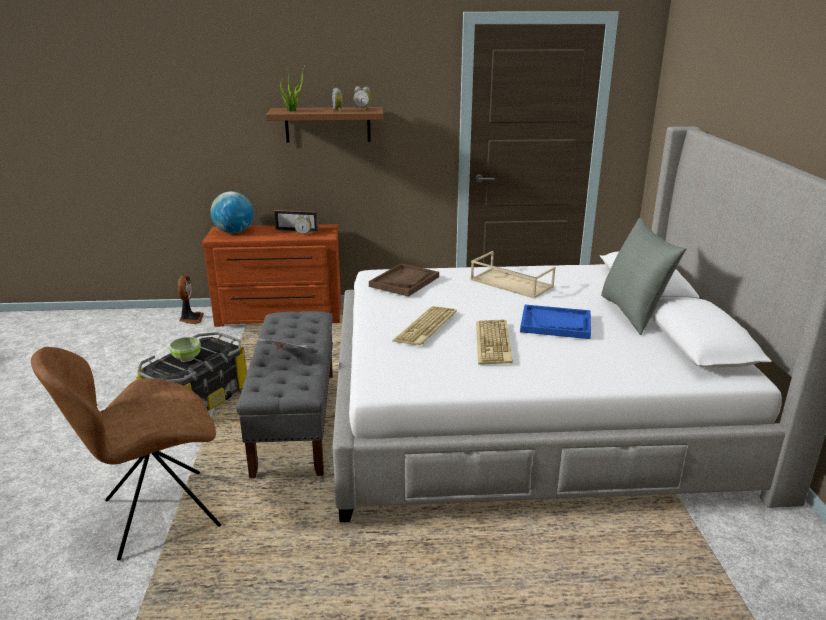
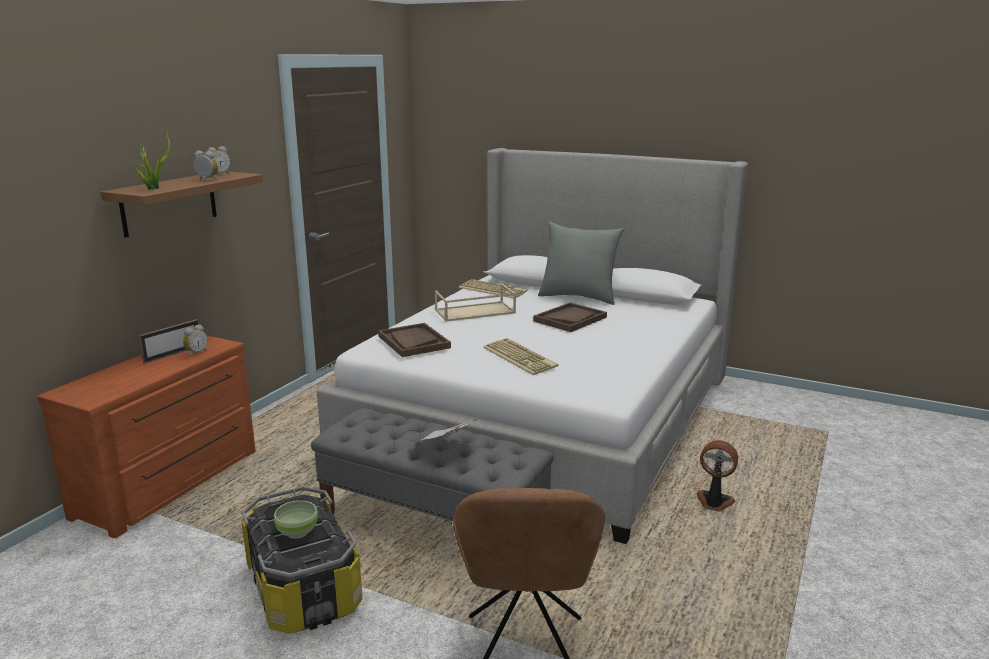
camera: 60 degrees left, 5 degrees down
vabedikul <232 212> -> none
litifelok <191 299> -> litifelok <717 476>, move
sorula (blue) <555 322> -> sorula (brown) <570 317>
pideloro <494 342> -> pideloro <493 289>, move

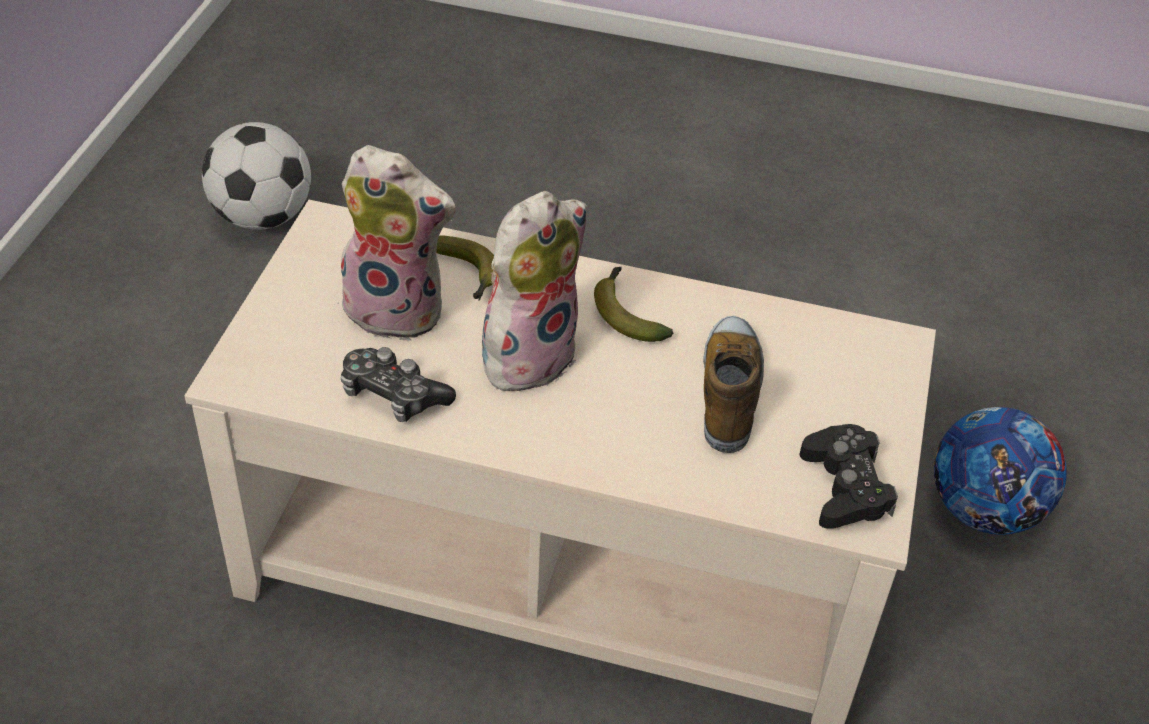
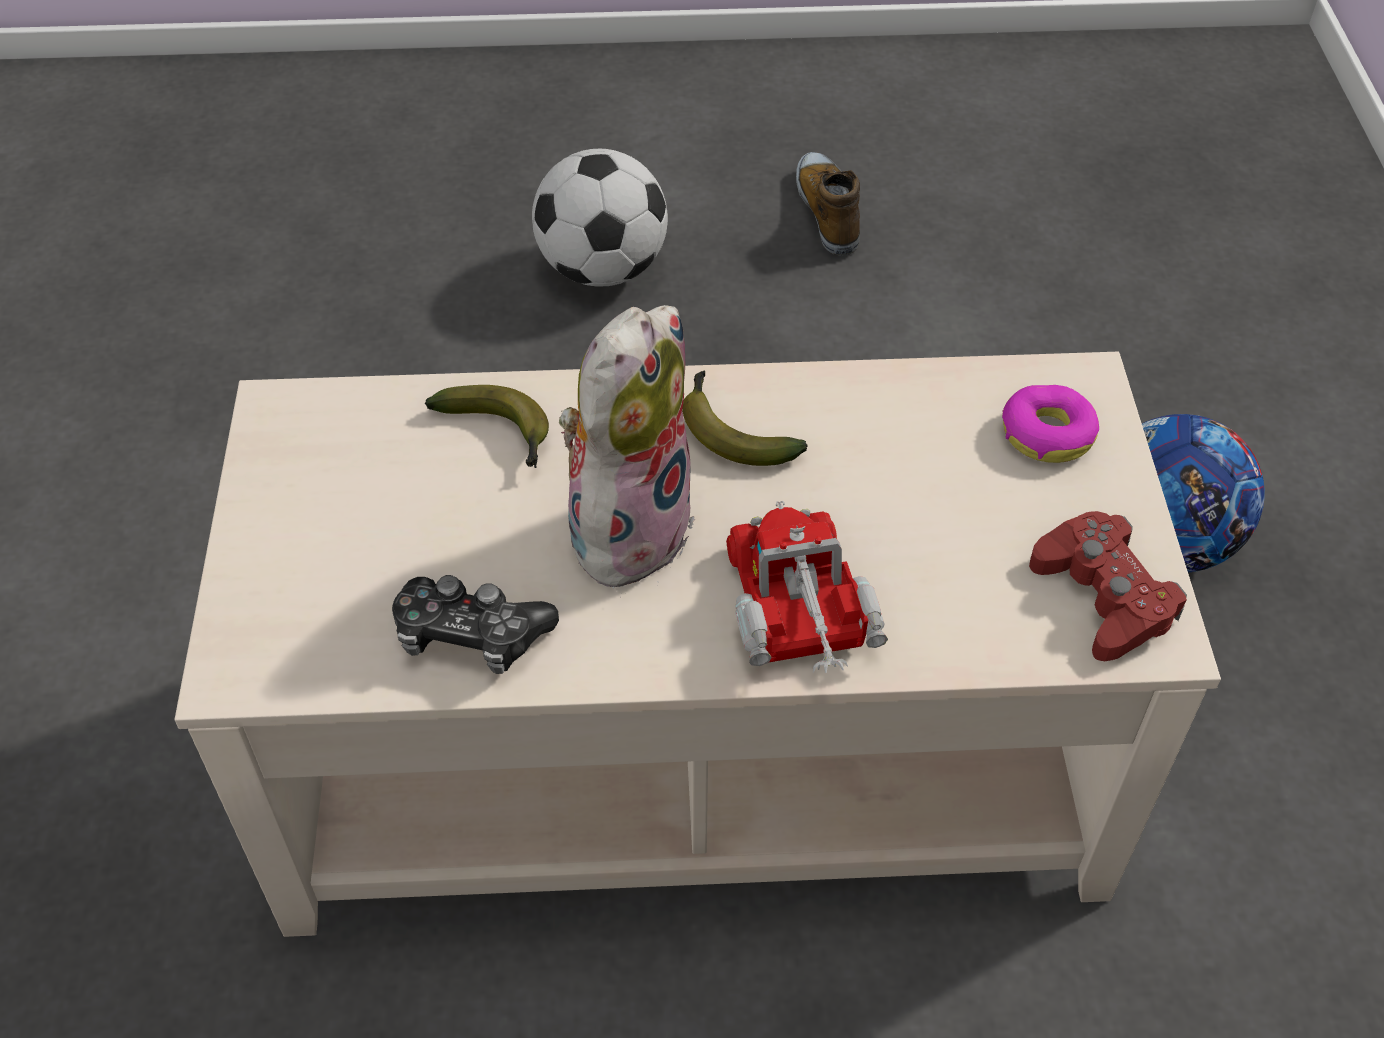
camera: 15 degrees left, 5 degrees up
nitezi <256 176> -> nitezi <600 218>, move
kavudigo <396 243> -> none
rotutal <733 384> -> rotutal <828 204>, move
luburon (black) <848 476> -> luburon (red) <1108 586>
none -> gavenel <1050 424>
none -> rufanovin <807 587>

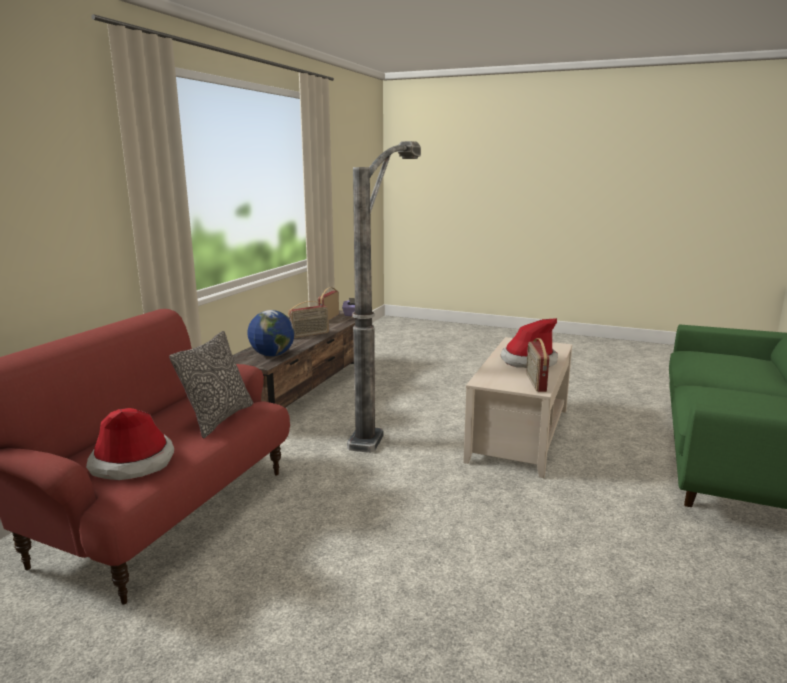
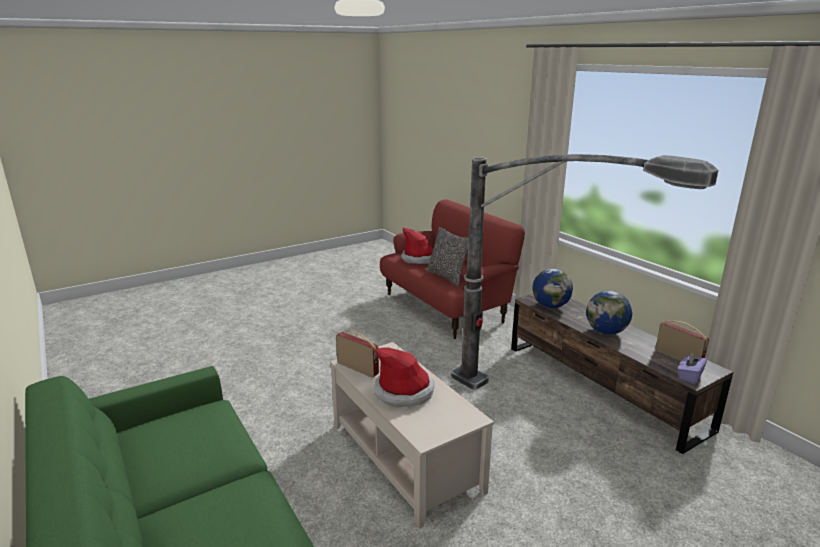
camera: 125 degrees right, 5 degrees up
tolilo <308 319> -> vabedikul <609 313>

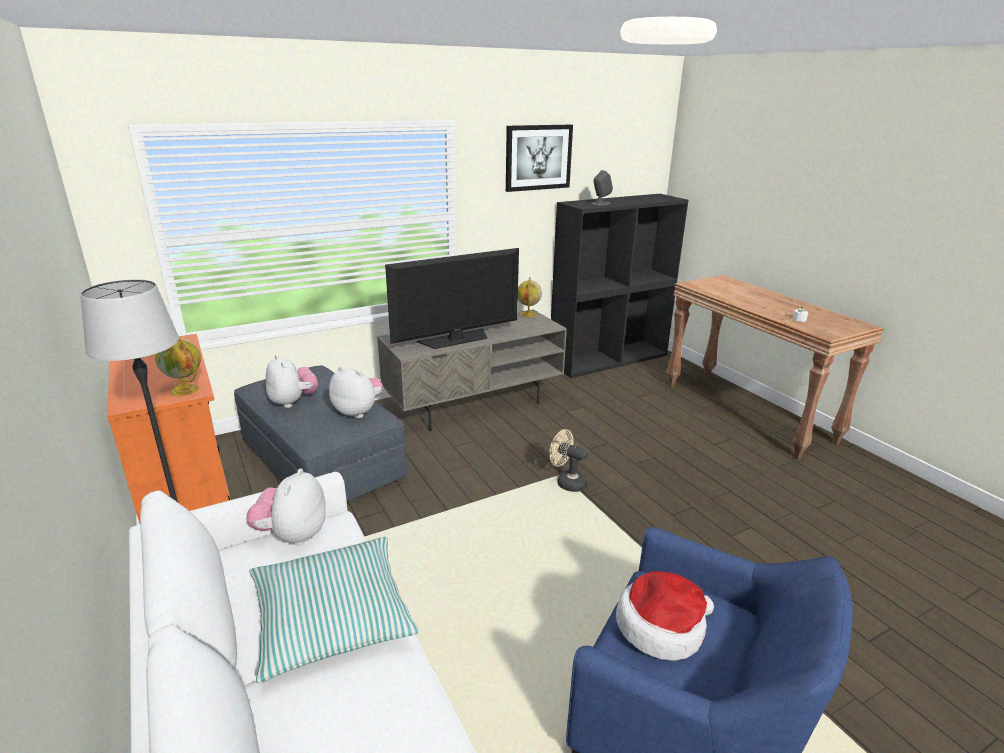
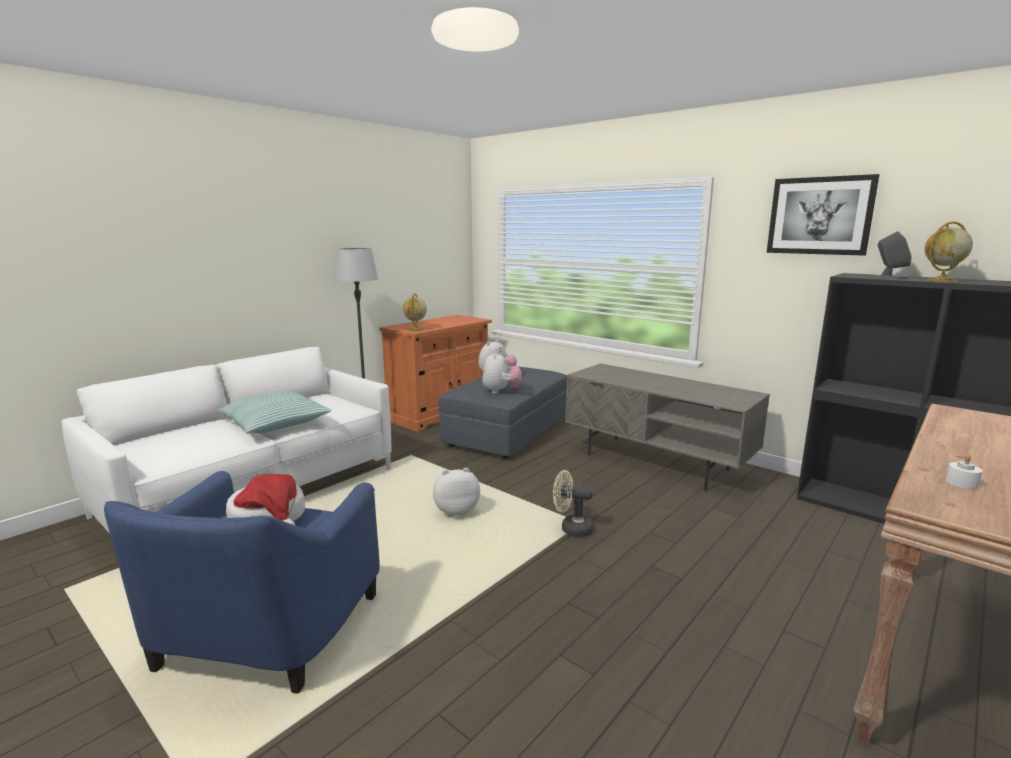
camera: 70 degrees right, 10 degrees down
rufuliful <452 298> -> none
vabedikul <530 297> -> vabedikul <949 251>, move
litifelok (beige) <568 460> -> litifelok (beige) <573 503>, 90 degrees counterclockwise
kavudigo <286 506> -> kavudigo <456 492>, move

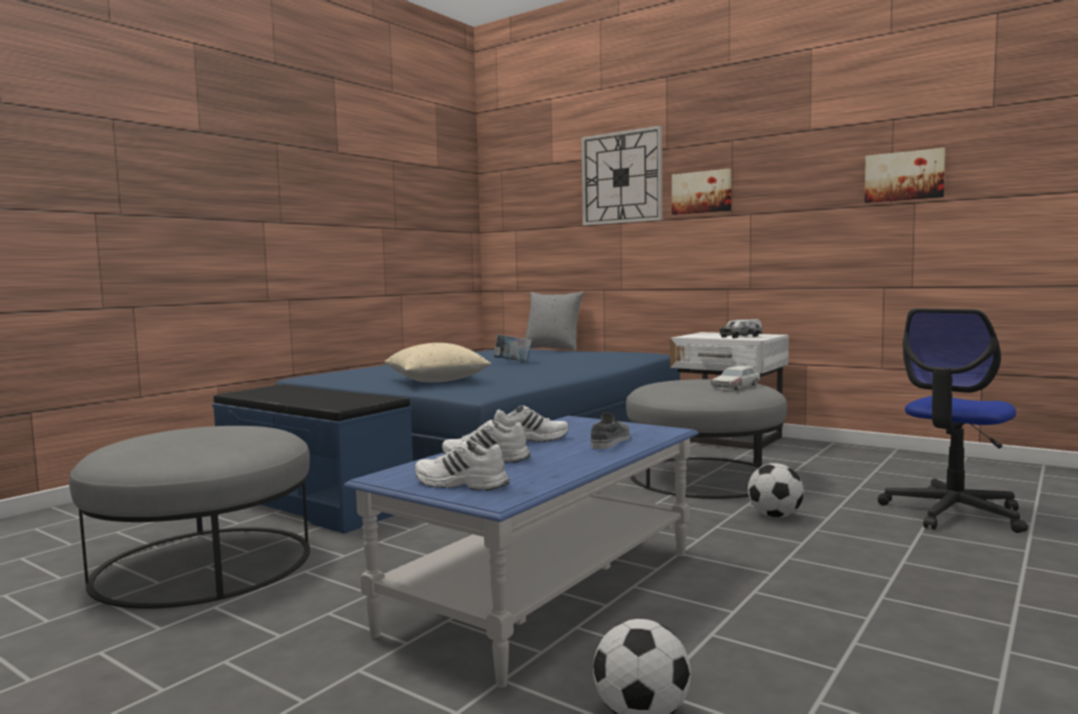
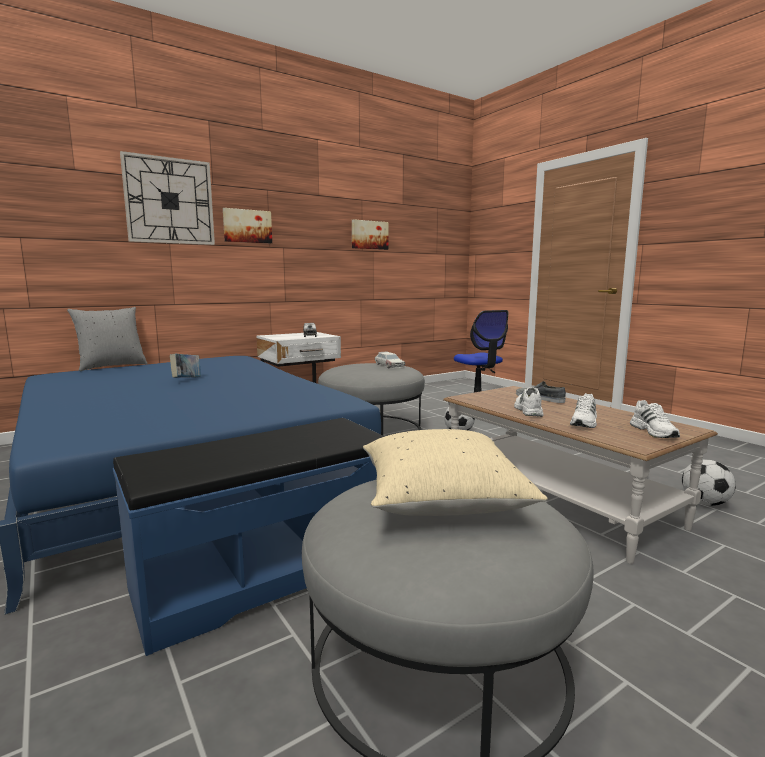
camera: 70 degrees left, 5 degrees up
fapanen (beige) <437 363> -> fapanen (beige) <455 472>, move
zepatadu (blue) <521 552> -> zepatadu (brown) <580 475>
rotutal (white) <462 465> -> rotutal (white) <655 419>, 45 degrees counterclockwise

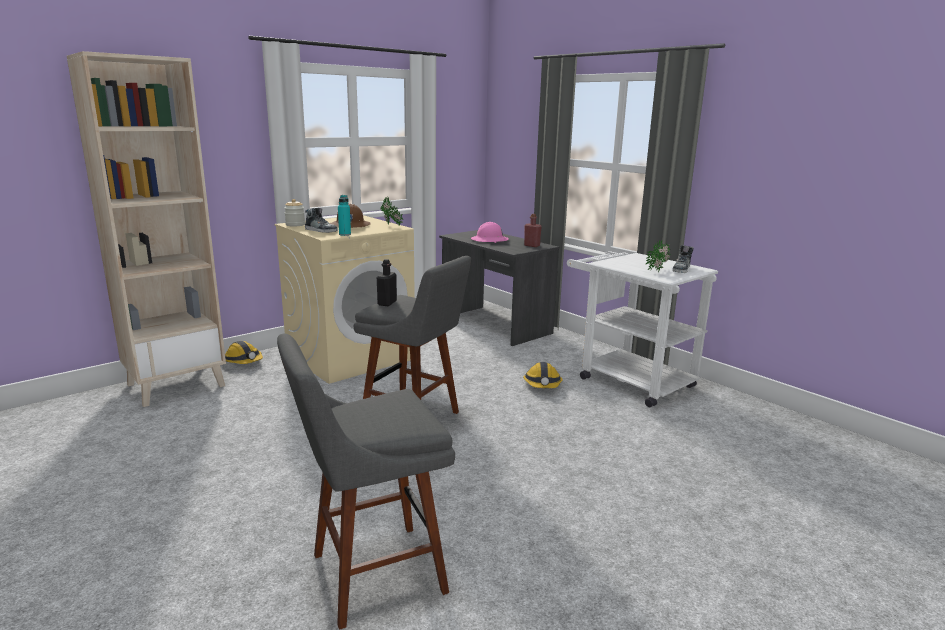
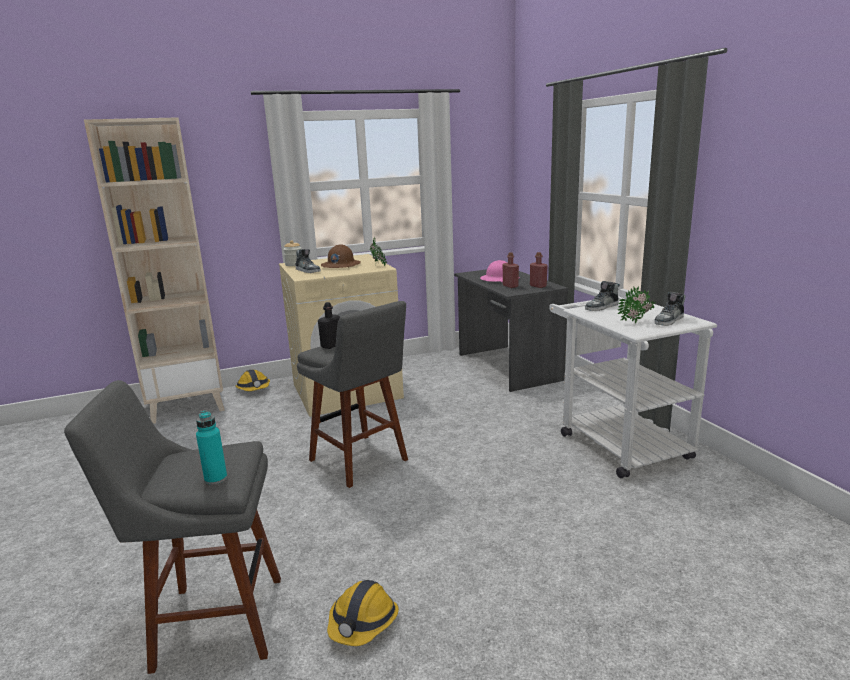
camera: 20 degrees right, 0 degrees up
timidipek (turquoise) <344 215> -> timidipek (turquoise) <211 447>, move
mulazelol <543 375> -> mulazelol <363 613>, move
none -> timidipek (red) <511 270>
none -> rotutal <602 296>

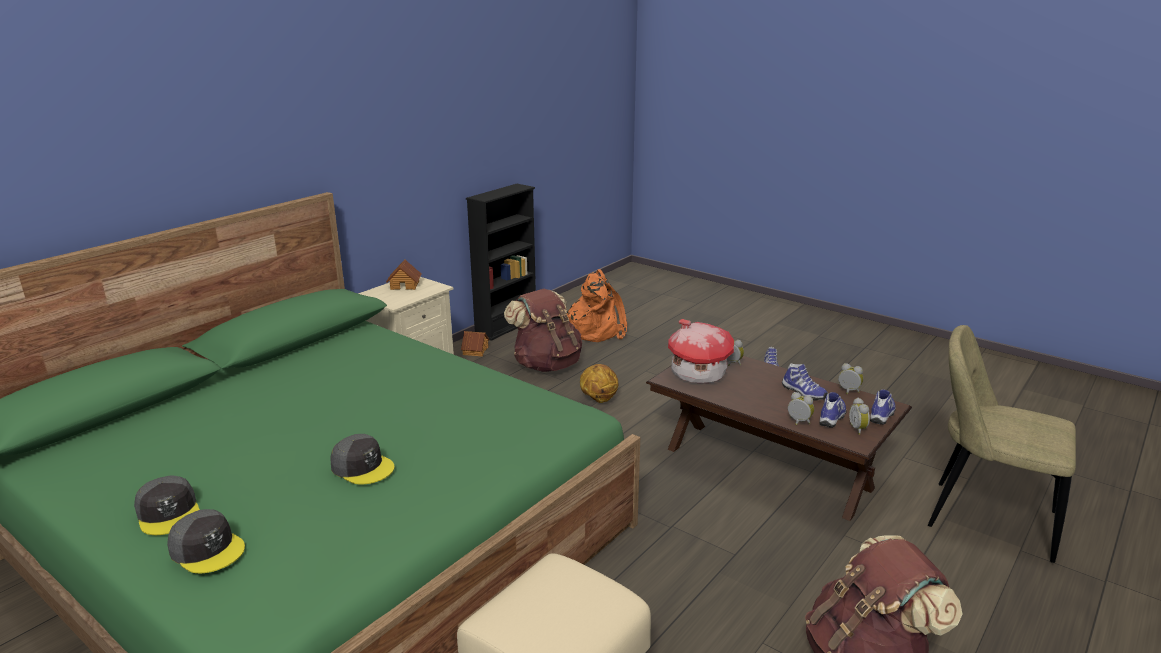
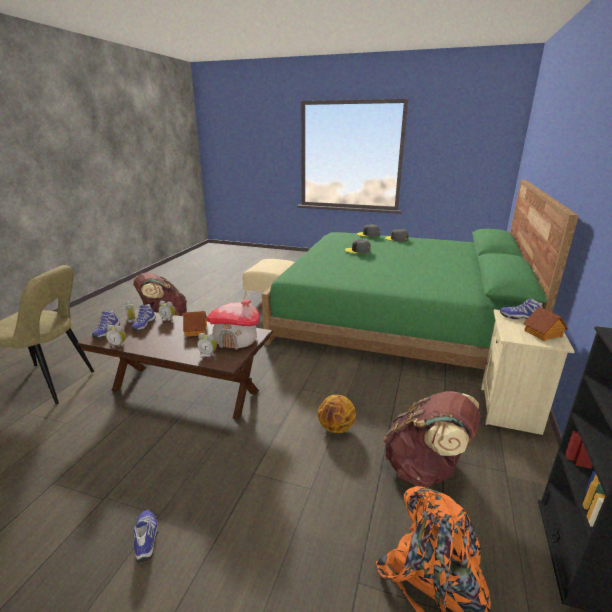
camera: 160 degrees right, 0 degrees up
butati <475 344> -> butati <195 324>, move
rotutal <805 382> -> rotutal <521 308>, move

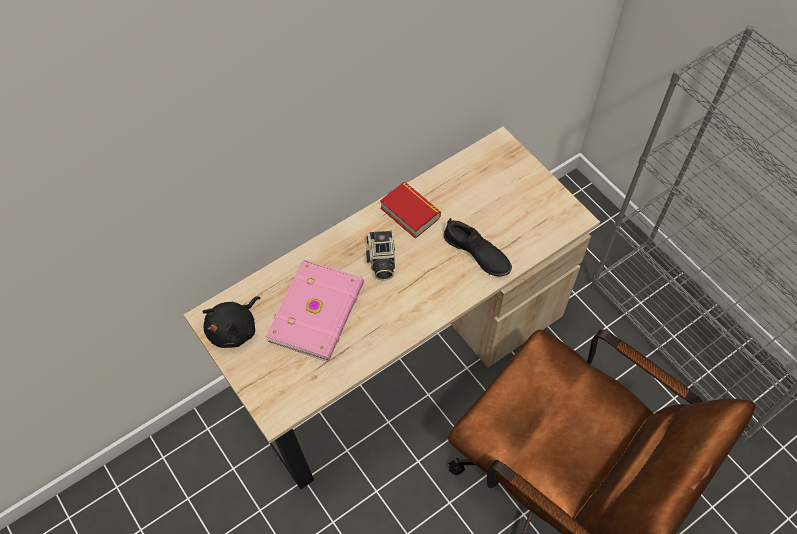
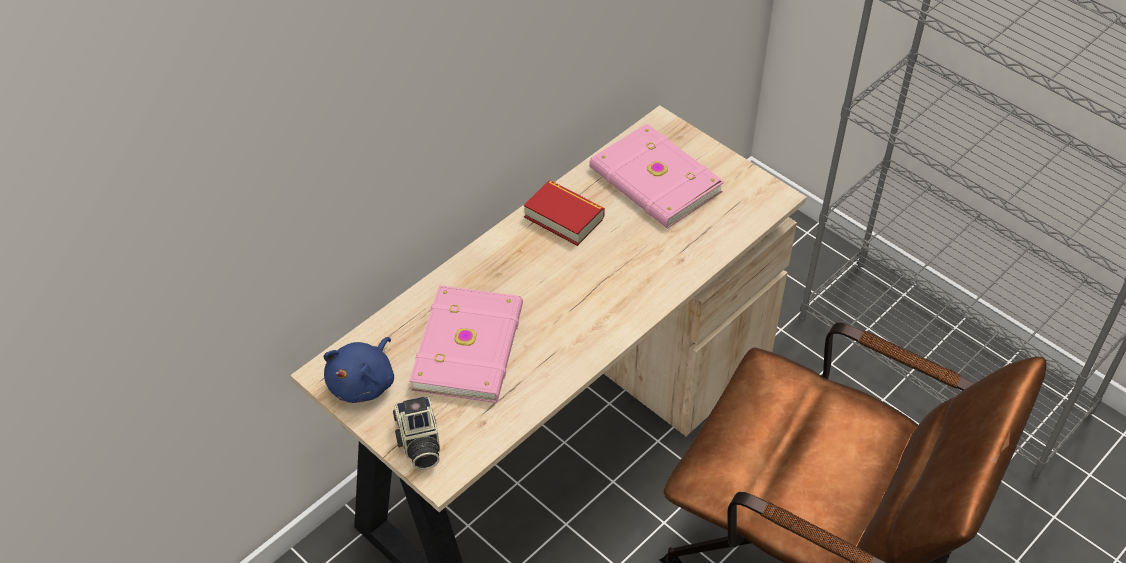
camera: 10 degrees left, 10 degrees down
rotutal (black) <478 247> -> none
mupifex <380 255> -> mupifex <416 433>, move
kavudigo (black) <231 322> -> kavudigo (blue) <359 370>
none -> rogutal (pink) <656 176>

